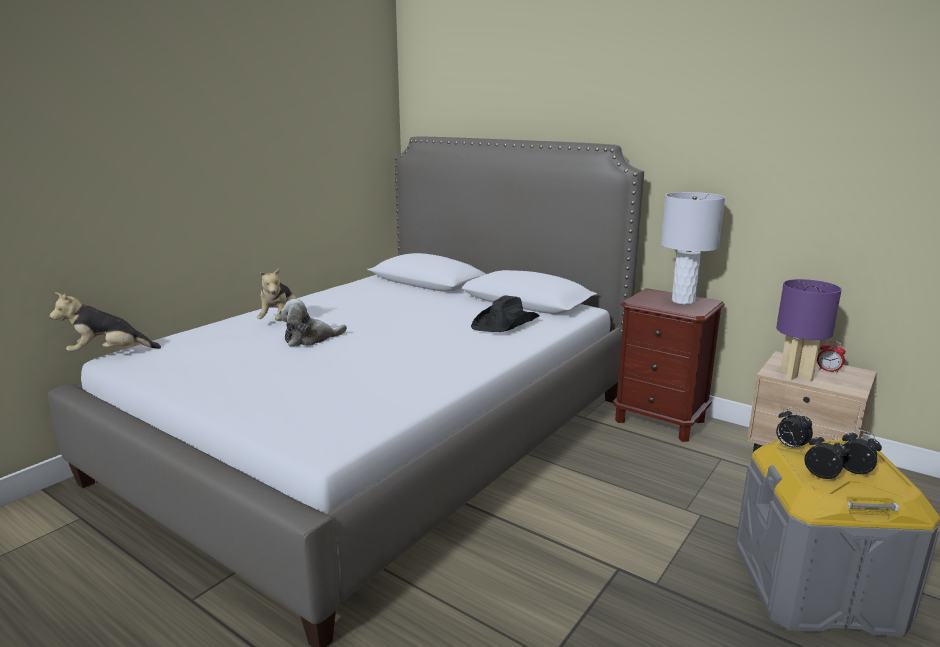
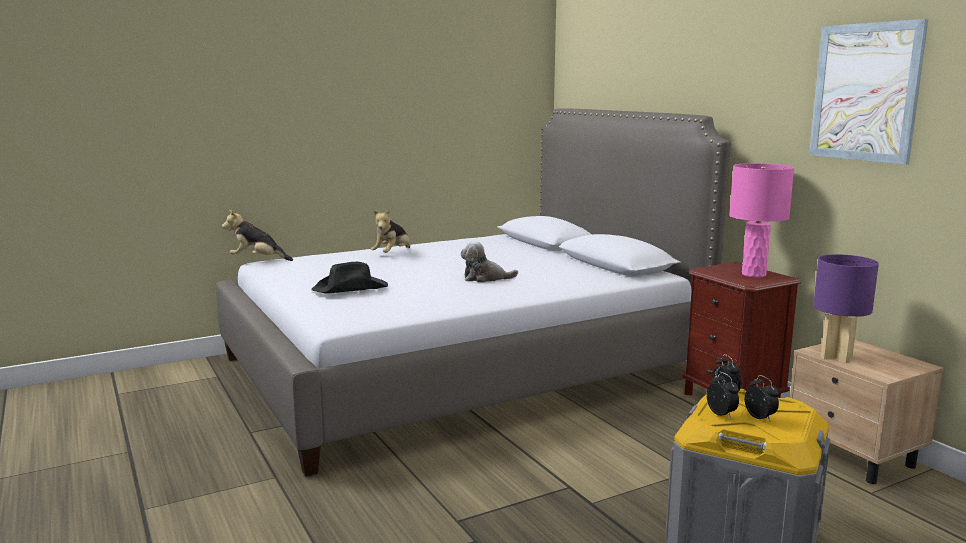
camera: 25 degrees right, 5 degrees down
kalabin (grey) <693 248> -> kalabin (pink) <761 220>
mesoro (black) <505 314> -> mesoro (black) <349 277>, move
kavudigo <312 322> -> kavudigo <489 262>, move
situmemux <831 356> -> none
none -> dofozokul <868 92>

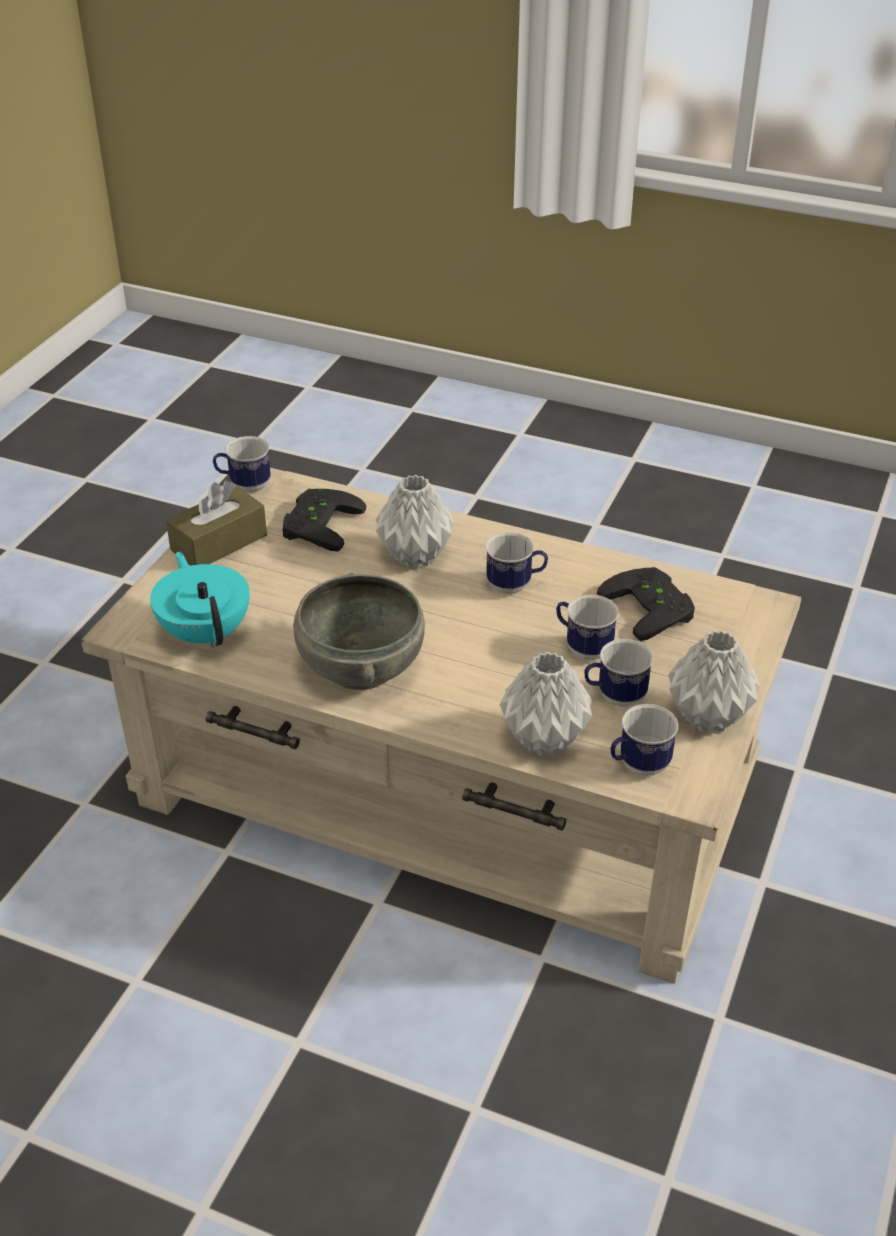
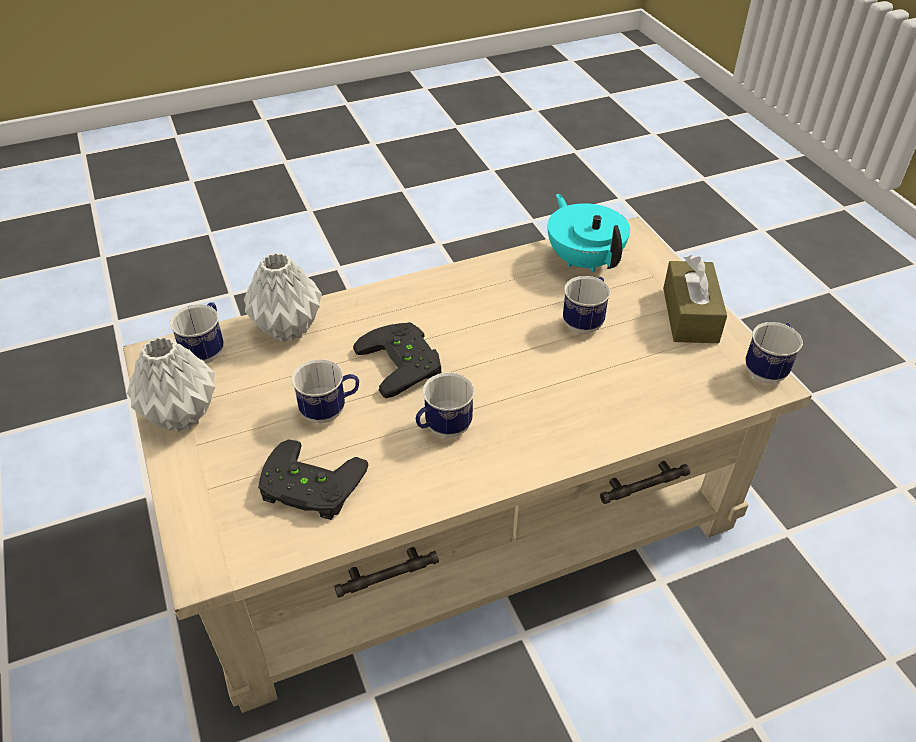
camera: 135 degrees right, 5 degrees up
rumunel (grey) <415 521> -> none
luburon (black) <324 520> -> luburon (black) <397 360>, move
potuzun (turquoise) <200 600> -> potuzun (turquoise) <589 233>, 135 degrees counterclockwise
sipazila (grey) <359 631> -> none
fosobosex <619 673> -> fosobosex <586 305>, move

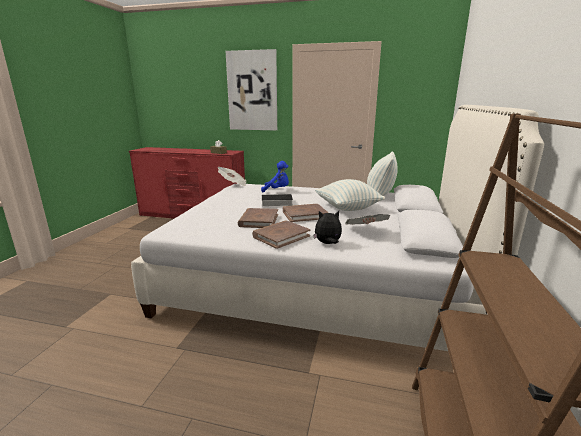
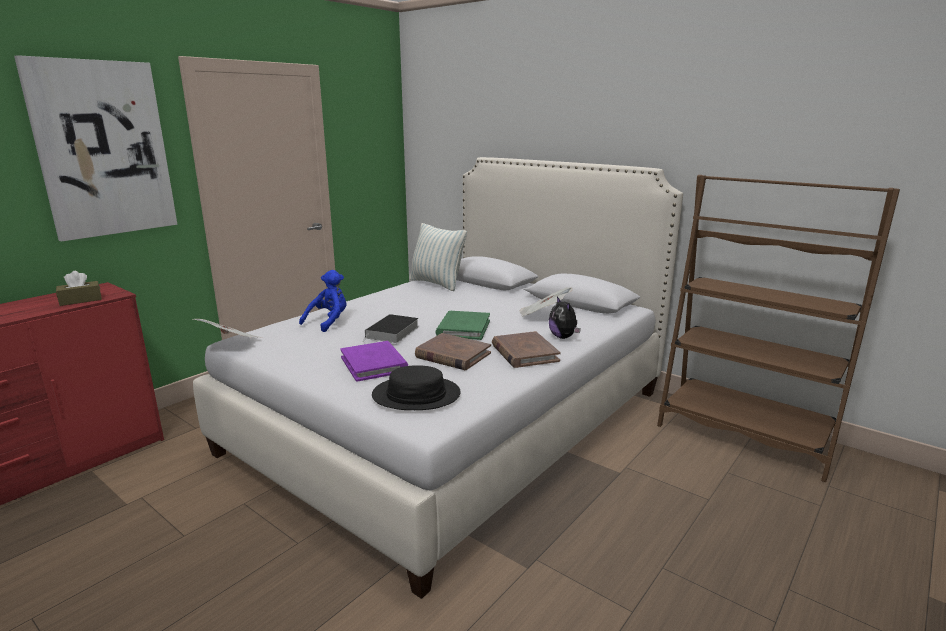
camera: 65 degrees left, 0 degrees up
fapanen <350 195> -> none
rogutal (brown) <305 213> -> rogutal (green) <463 325>
kavudigo <327 227> -> kavudigo <565 318>, 45 degrees counterclockwise
none -> rogutal (purple) <374 361>
none -> mesoro (black) <416 387>

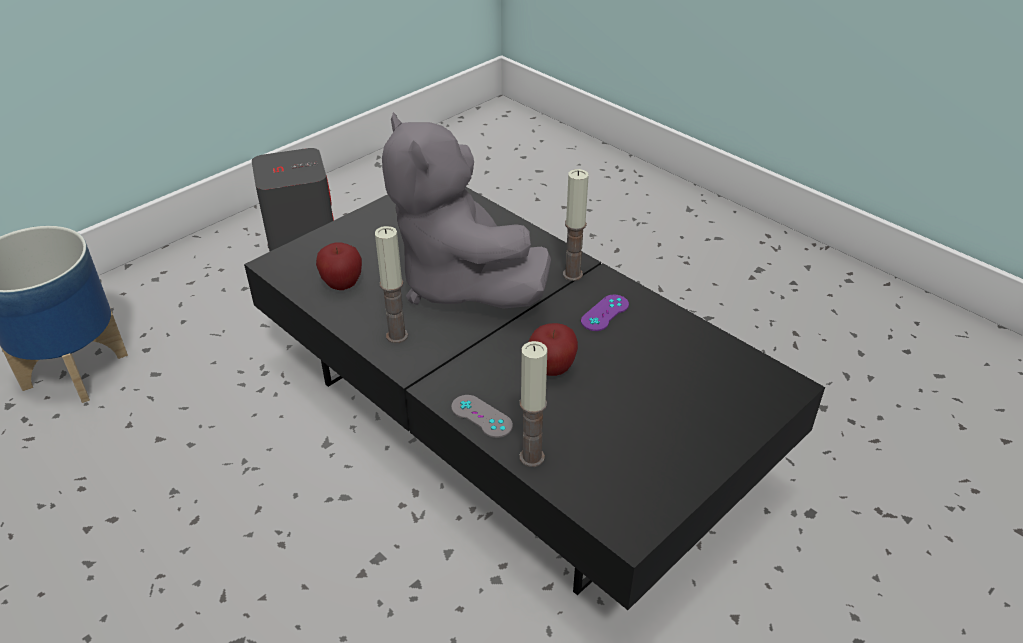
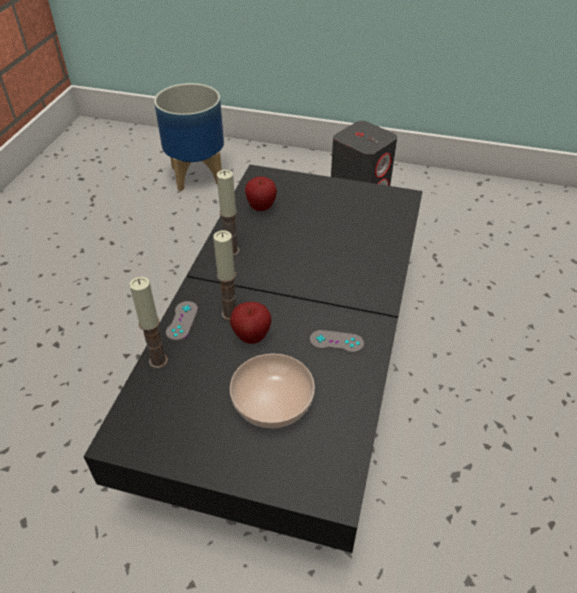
camera: 60 degrees right, 5 degrees up
kavudigo (grey) <466 210> -> none
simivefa <576 225> -> simivefa <224 275>, move
luburon (purple) <605 313> -> luburon (grey) <337 341>
none -> sipazila <272 391>

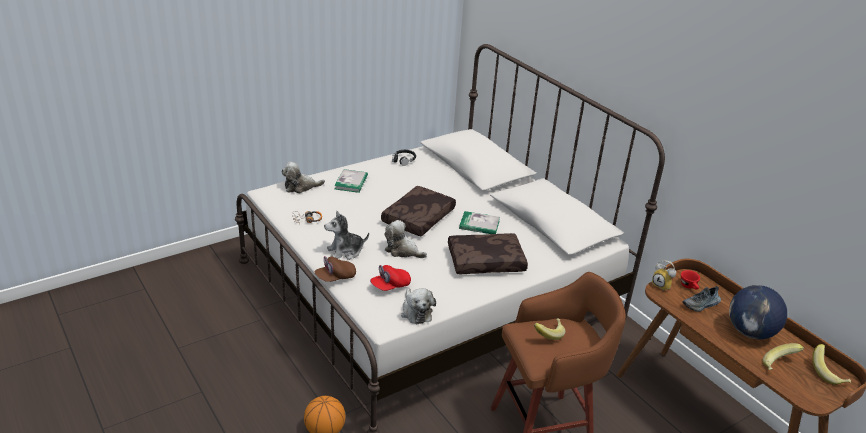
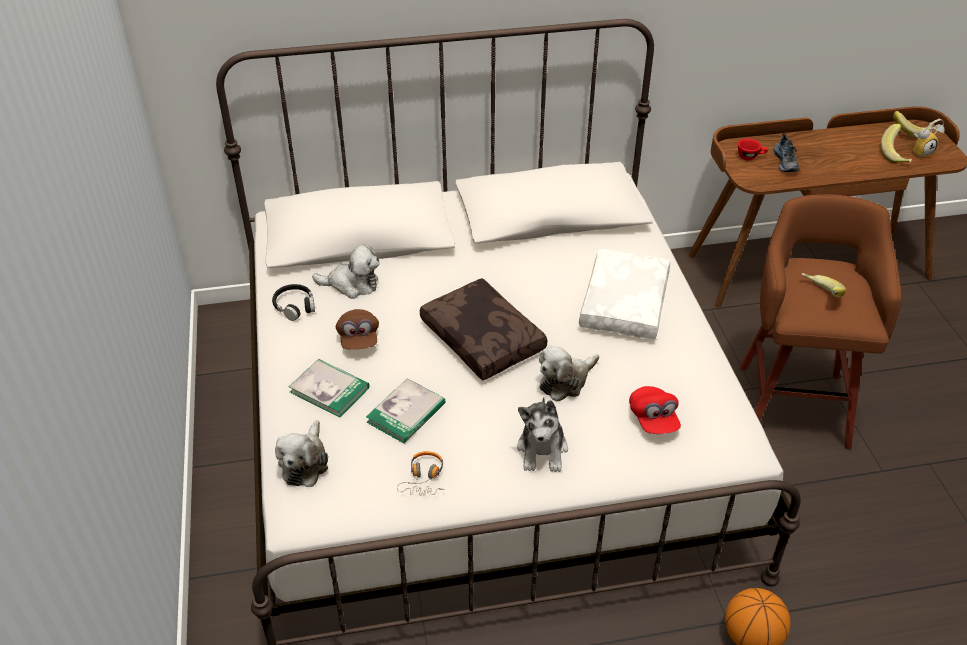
camera: 65 degrees left, 10 degrees up
rogutal <479 222> -> rogutal <406 411>, move
fapanen (brown) <488 253> -> fapanen (white) <624 294>
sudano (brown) <335 269> -> sudano (brown) <357 329>, move
situmemux <664 276> -> situmemux <929 138>, move
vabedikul <758 312> -> none
kavudigo <418 306> -> kavudigo <346 271>, move

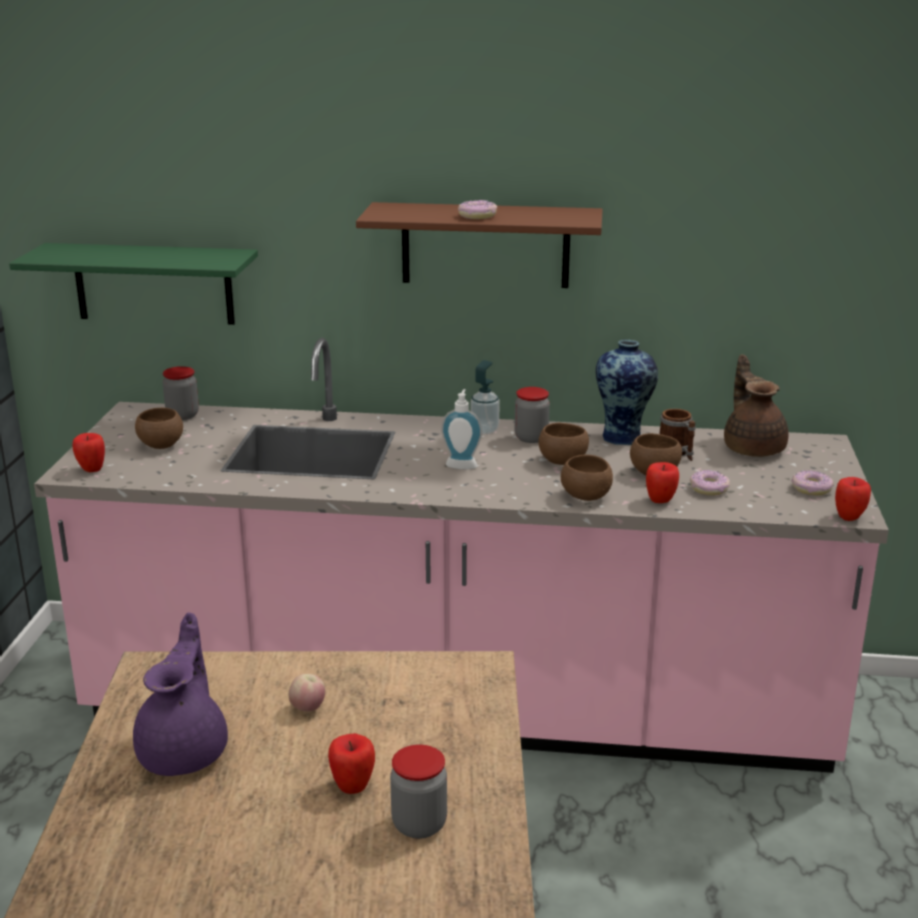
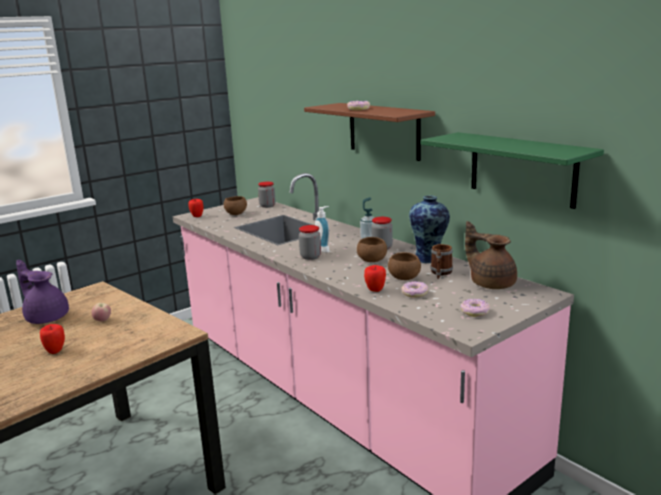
camera: 45 degrees right, 5 degrees down
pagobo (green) <133 284> -> pagobo (green) <512 170>, move
potuzun (brown) <756 405> -> potuzun (brown) <491 255>, 75 degrees counterclockwise
sipazila (brown) <587 478> -> none
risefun <853 499> -> none
potuzun (purple) <180 694> -> potuzun (purple) <42 292>, 105 degrees counterclockwise
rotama <418 792> -> rotama <310 242>, move

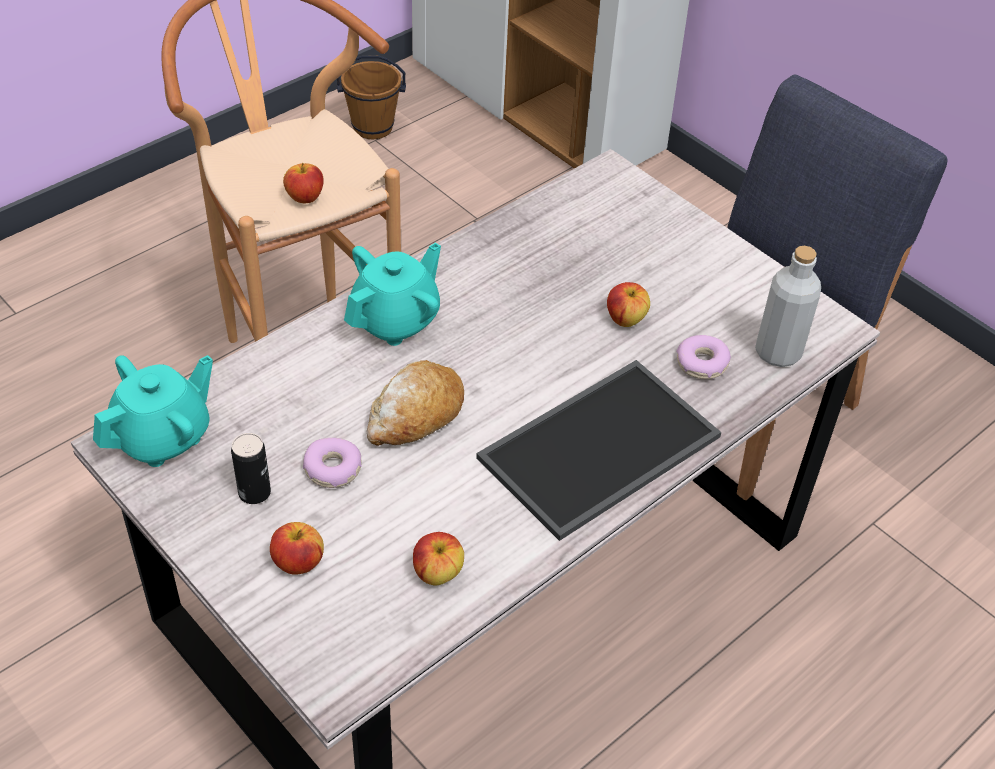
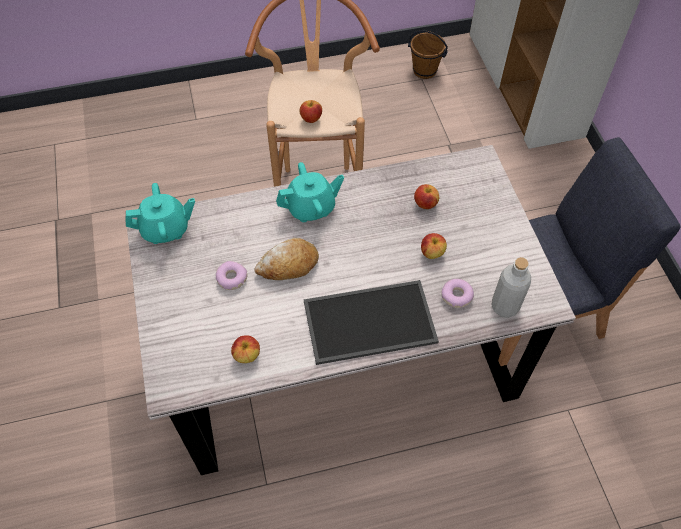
camera: 30 degrees right, 10 degrees up
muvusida <251 468> -> none
risefun <297 548> -> risefun <426 196>, move

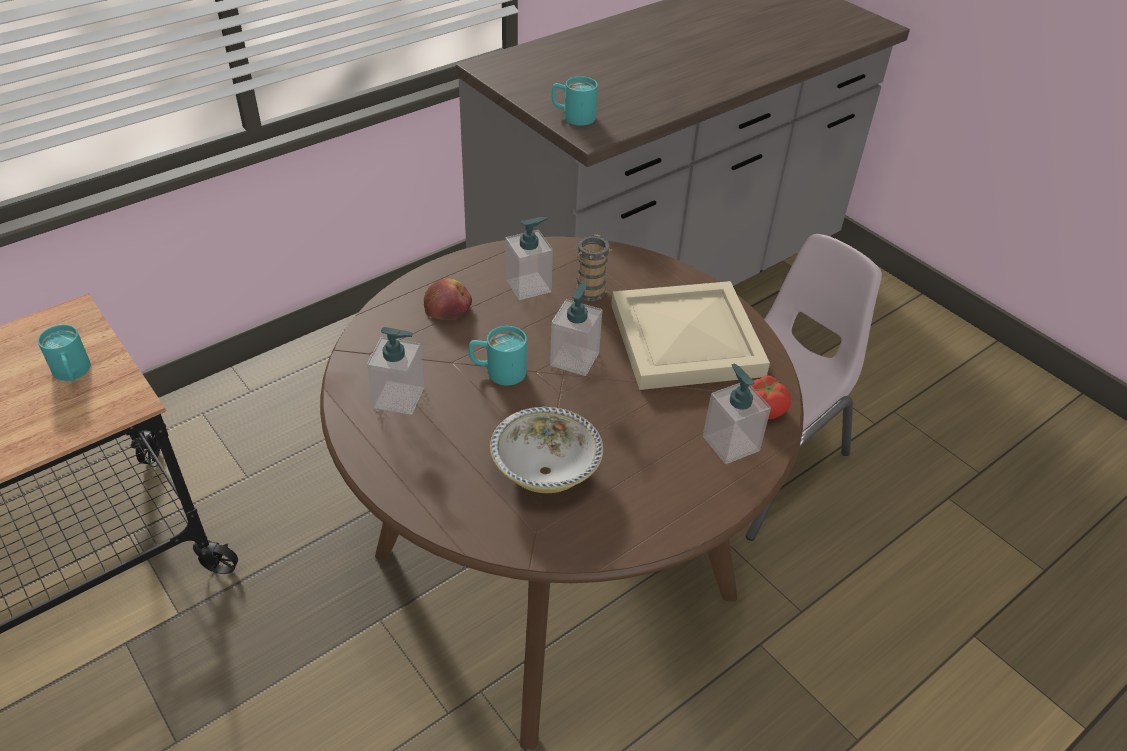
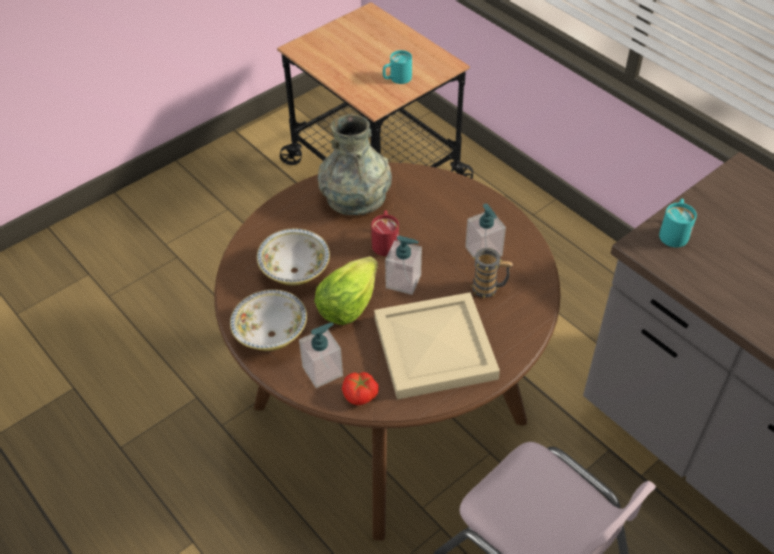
camera: 90 degrees right, 5 degrees up
risefun <448 299> -> none
fosobosex (turquoise) <498 356> -> fosobosex (red) <385 233>
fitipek <395 371> -> rumunel (grey) <355 164>
none -> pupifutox <346 291>
none -> sipazila <268 320>

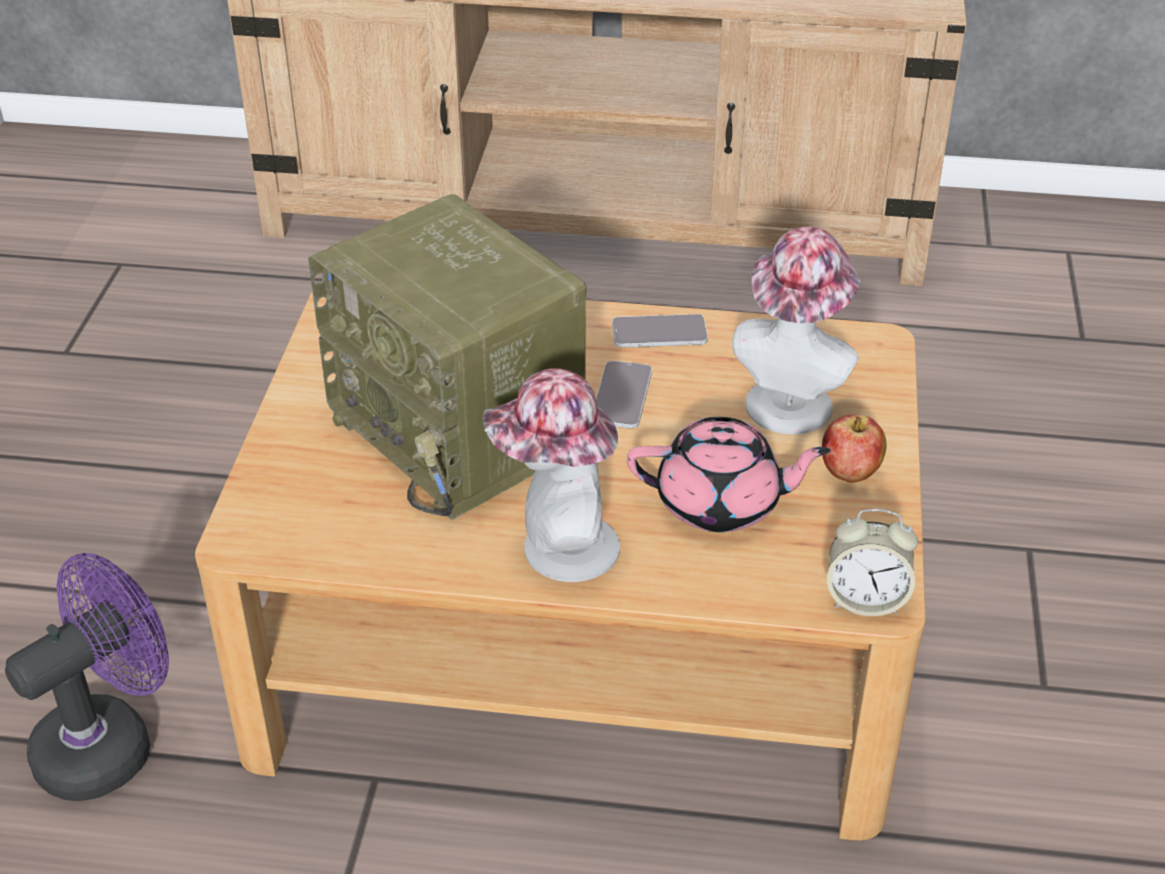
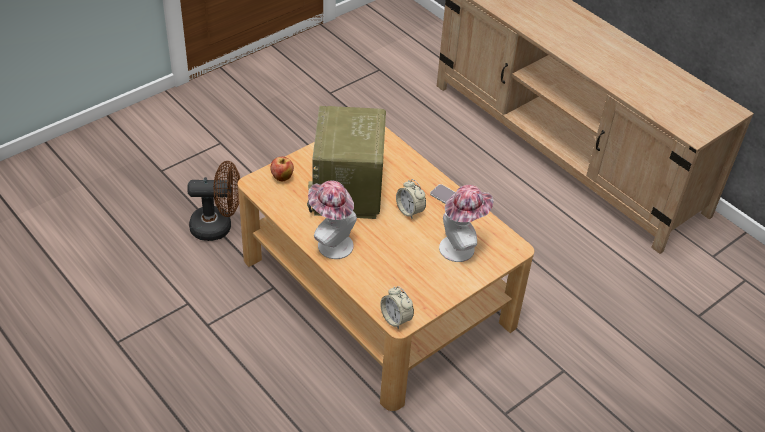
camera: 40 degrees right, 5 degrees up
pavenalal <624 395> -> situmemux <411 199>
risefun <854 448> -> risefun <282 169>, move
potuzun (pink) <729 474> -> none
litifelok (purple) <87 677> -> litifelok (brown) <213 201>

